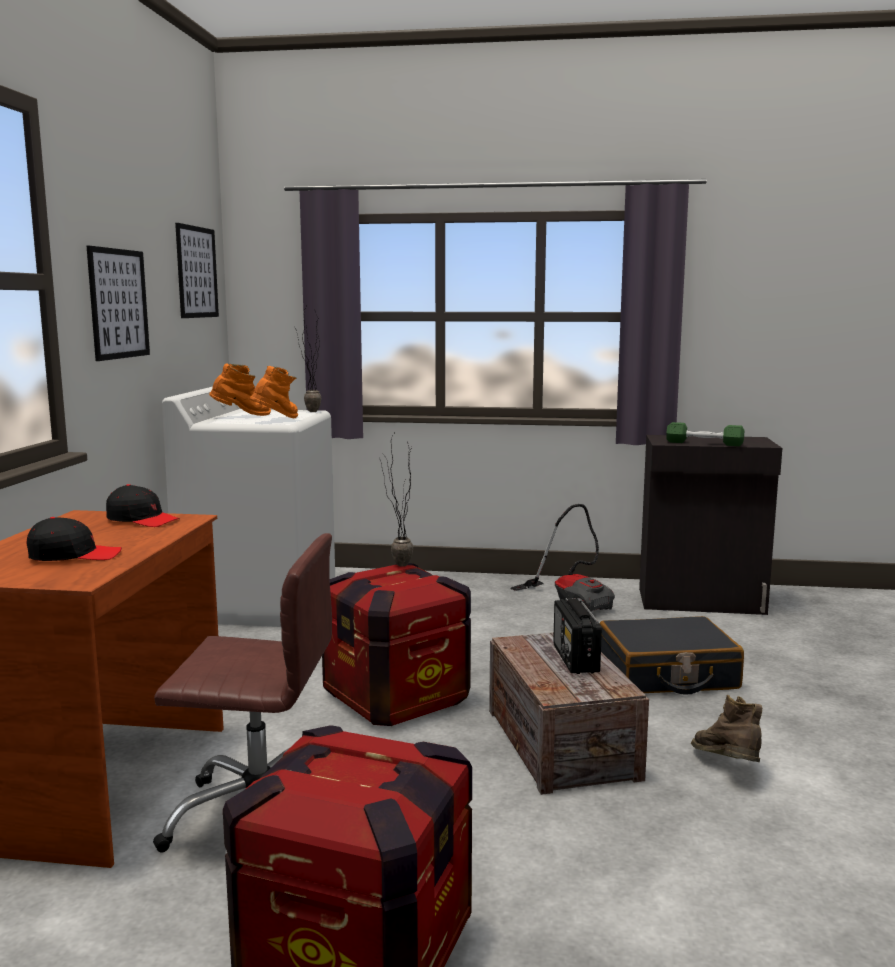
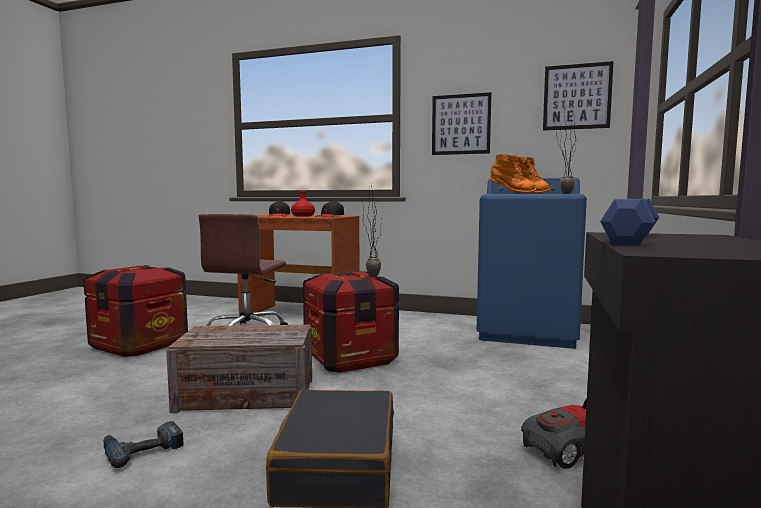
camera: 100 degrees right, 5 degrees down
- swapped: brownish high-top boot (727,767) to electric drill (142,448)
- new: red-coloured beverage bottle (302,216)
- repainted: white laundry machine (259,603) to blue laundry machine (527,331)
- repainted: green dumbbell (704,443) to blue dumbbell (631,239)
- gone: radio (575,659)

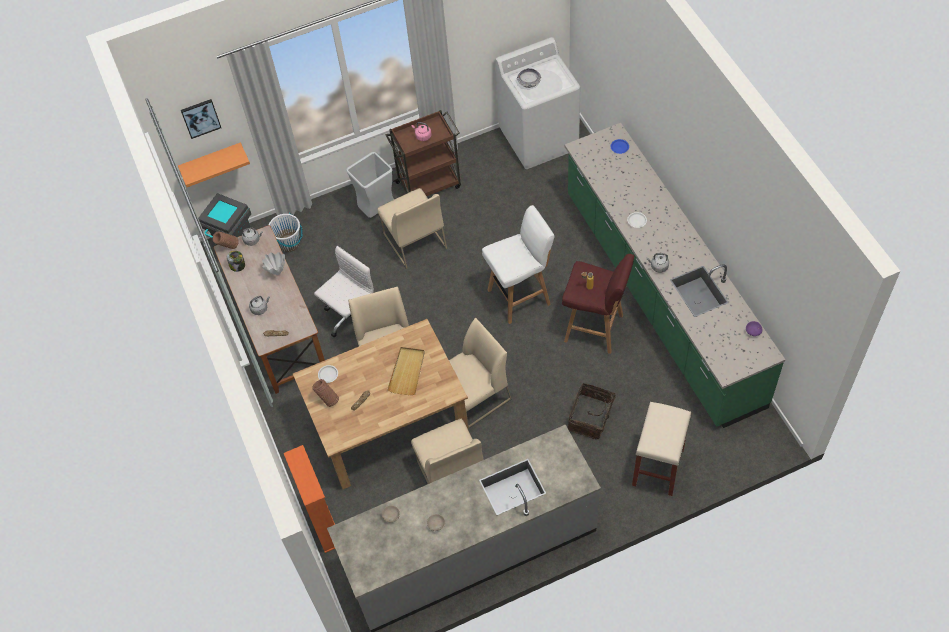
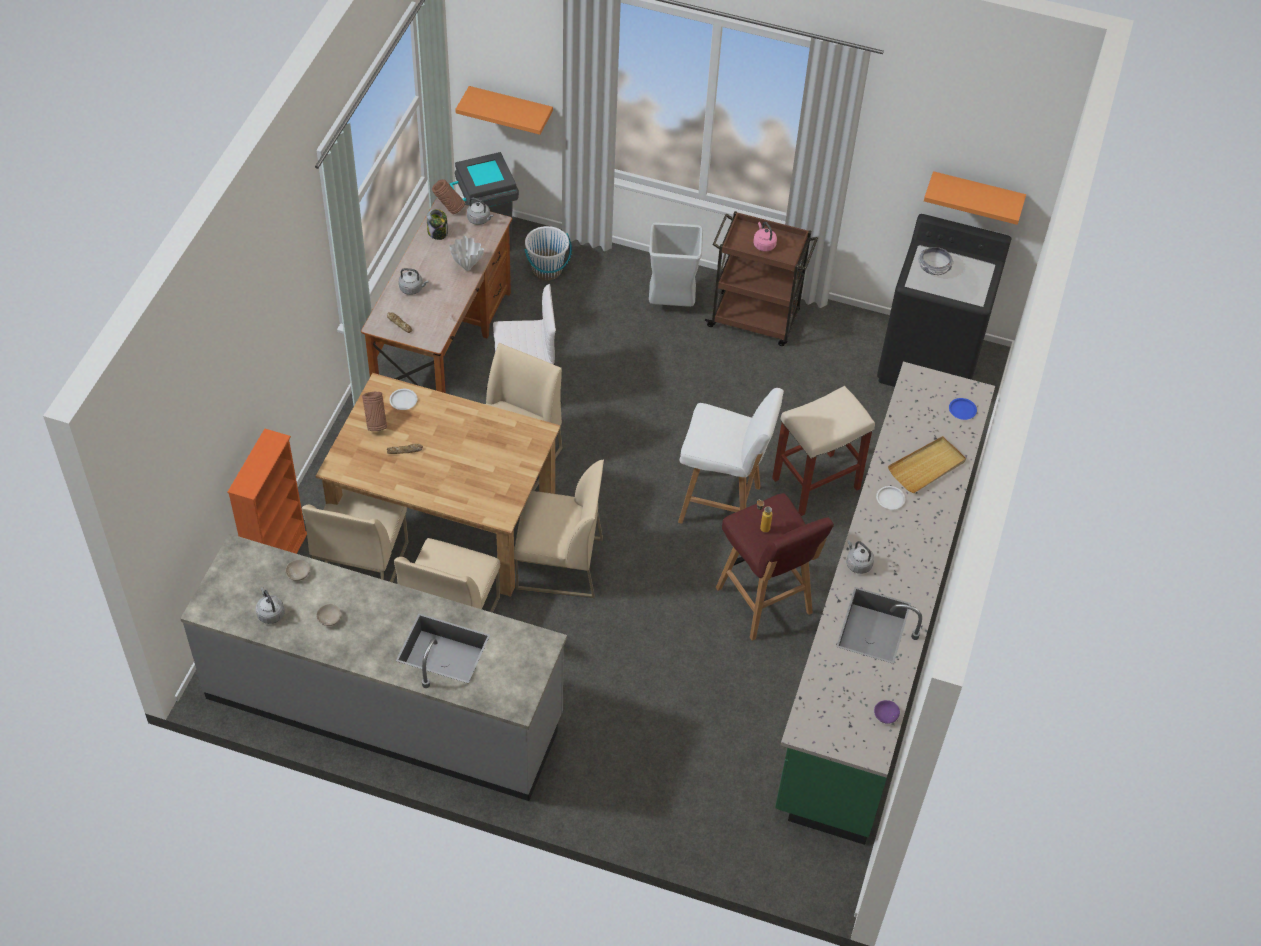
camera: 35 degrees right, 5 degrees down
- new: greyish tea kettle (270,613)
- shifted: beige-coloured plain chair (414,240) to (361,564)
- shifted: beige-coloured stool seat (658,468) to (815,484)
- repainted: white laundry machine (539,139) to black laundry machine (930,362)
- shifted: beige-coloured tray (407,372) to (927,467)
- new: orange-coloured bracket shelf (976,195)
- gone: wall art (200,118)
- gone: household basket (591,418)

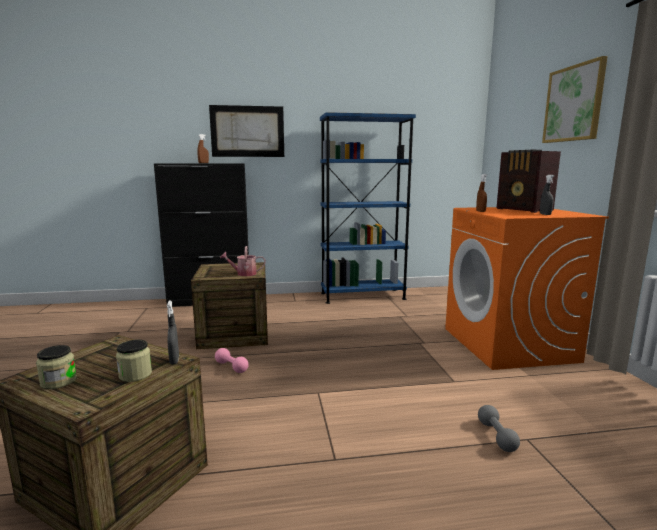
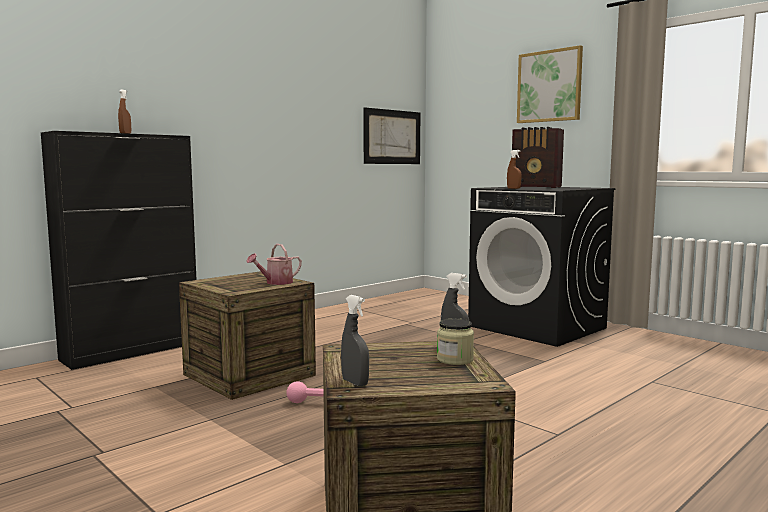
camera: 35 degrees left, 5 degrees down
- shifted: greyish sprayer (545,214) to (355,382)
- shifted: wall art (247,131) to (392,137)
- repainted: orange-coloured laundry machine (509,345) to black laundry machine (538,327)
- gone: jar (58,381)
- gone: blue shelving unit (362,296)
- gone: greyish dumbbell (496,436)

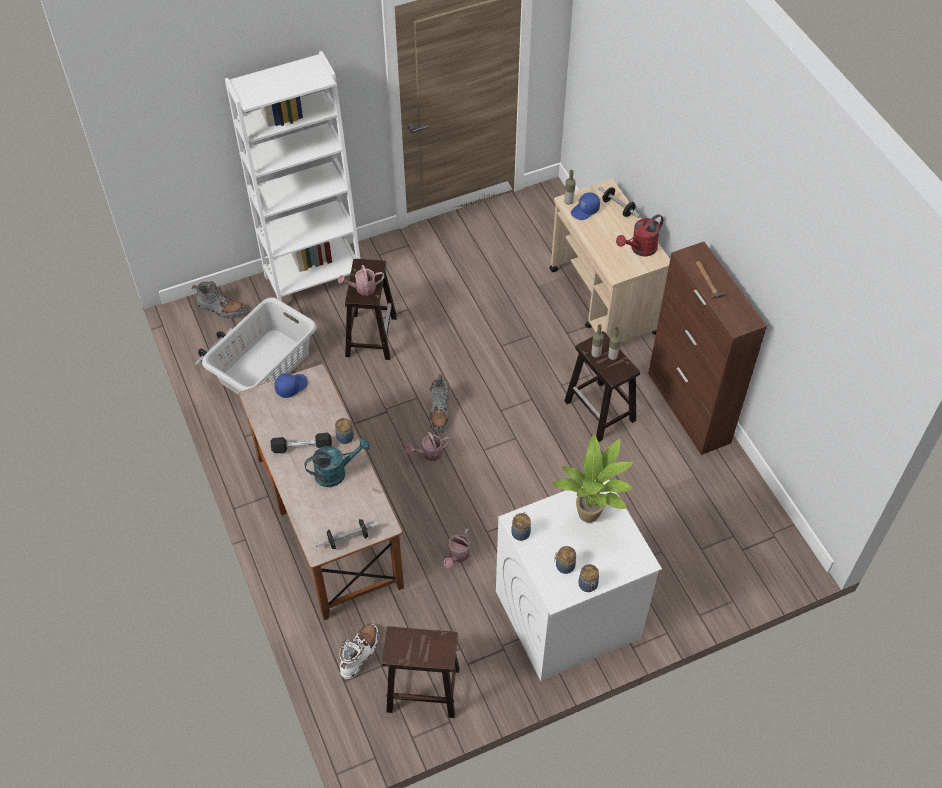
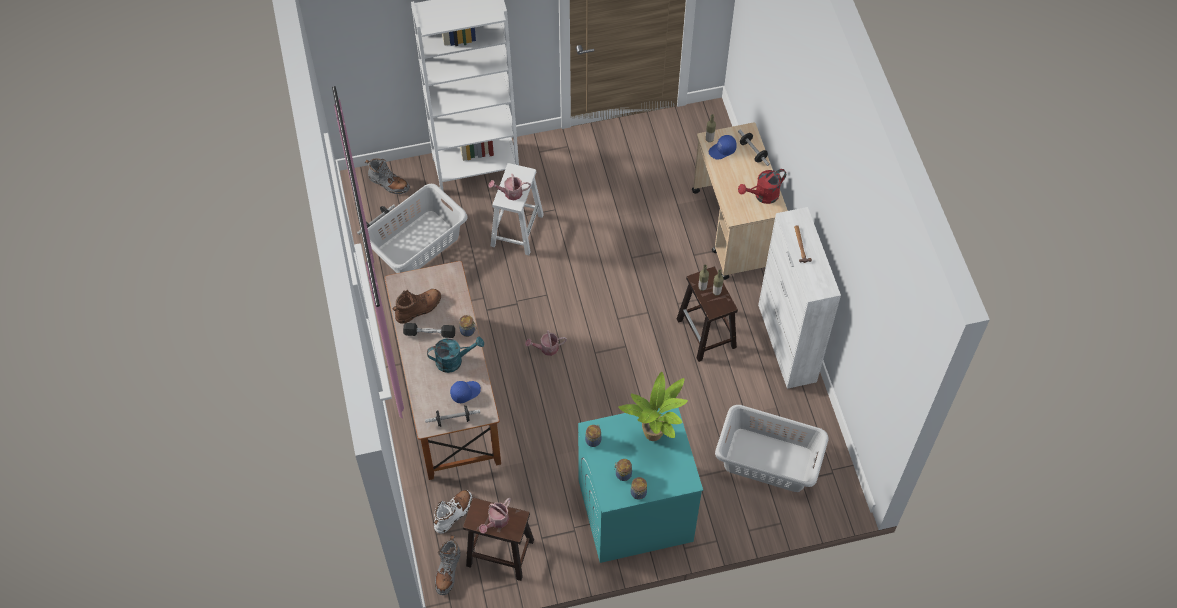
camera: 10 degrees right, 5 degrees up
- new: brownish high-top boot (418,308)
- shifted: greyish high-top boot (440,413) to (448,571)
- shifted: blue peaked cap (291,386) to (465,392)
- shifted: sprinkling can (457,555) to (496,521)
- repainted: brownish stool seat (371,335) to white stool seat (517,229)
- repainted: white laundry machine (567,615) to turquoise laundry machine (634,511)
- new: greyish hamper (768,461)
- repainted: brownish cupboard (689,408) to white cupboard (787,343)

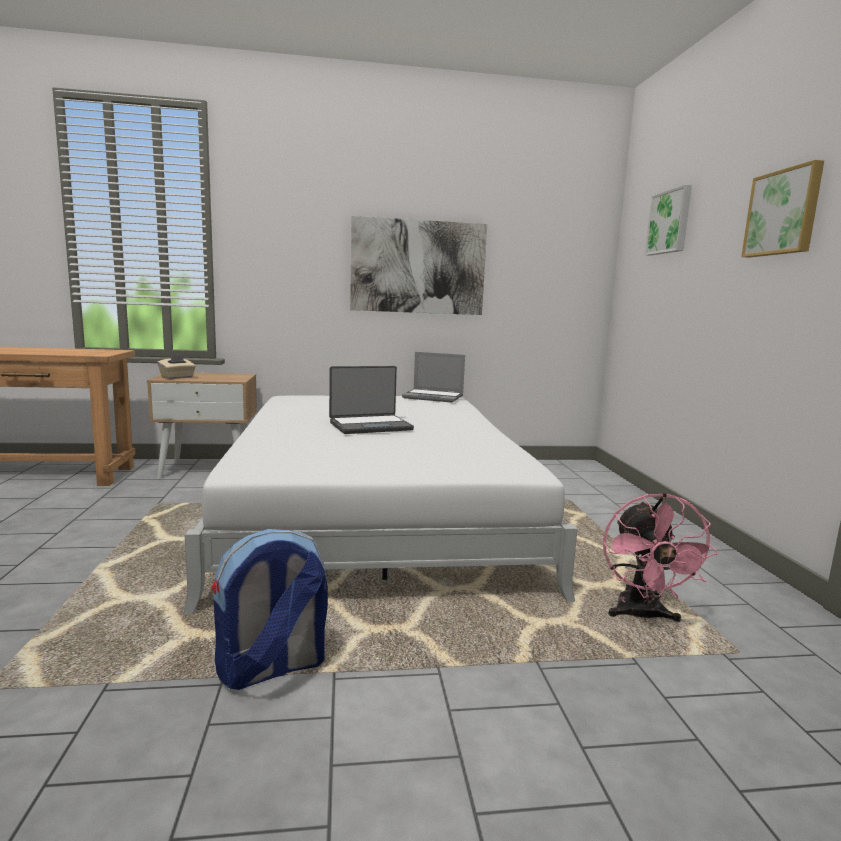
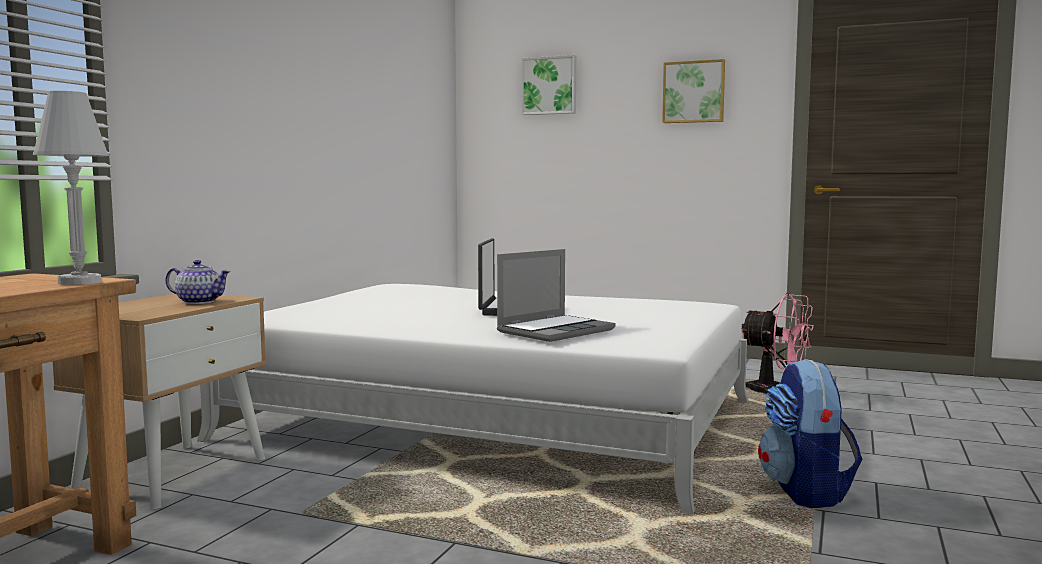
camera: 60 degrees left, 5 degrees down
- new: white table lamp (79,282)
- new: tea pot (199,301)
- shifted: notebook computer (434,397) to (555,330)
- gone: beige-coloured box of tissues (177,377)
- gone: wall art (418,267)

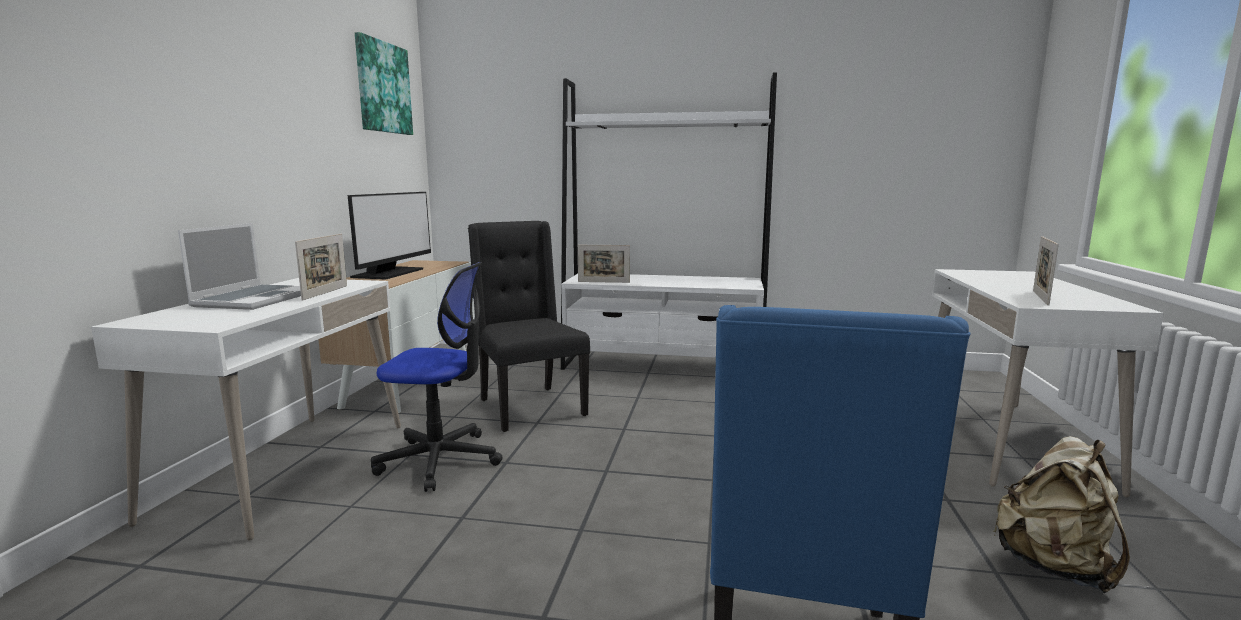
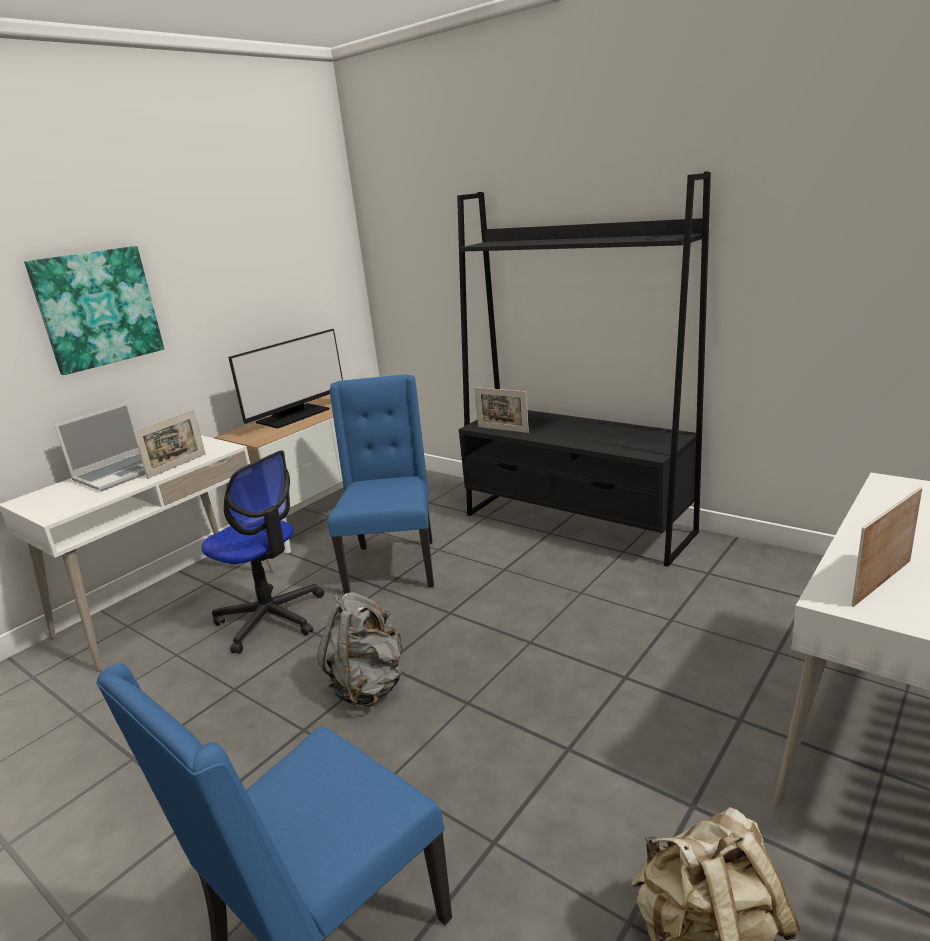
camera: 30 degrees right, 10 degrees up
- shifted: wall art (383,87) to (97,308)
- new: greyish backpack (369,686)
- repainted: black plain chair (529,407) to blue plain chair (393,565)
- repainted: white shelving unit (663,365) to black shelving unit (576,523)

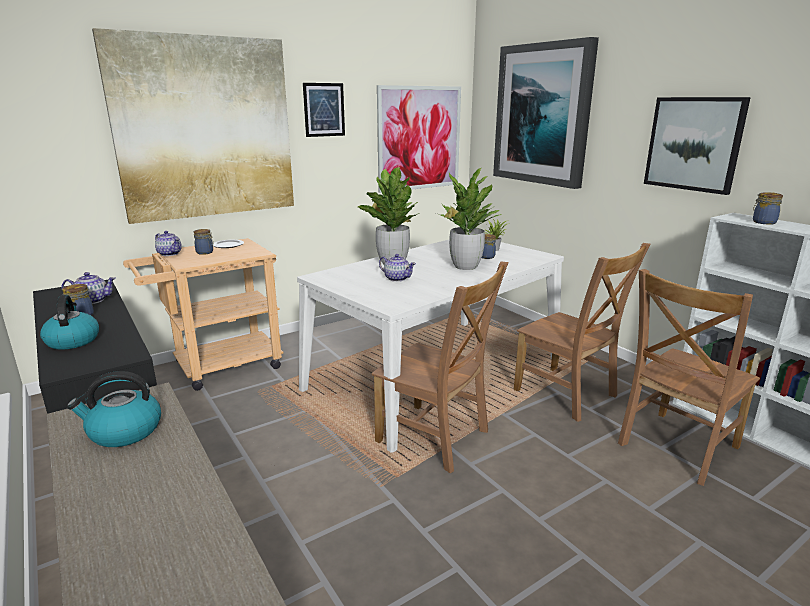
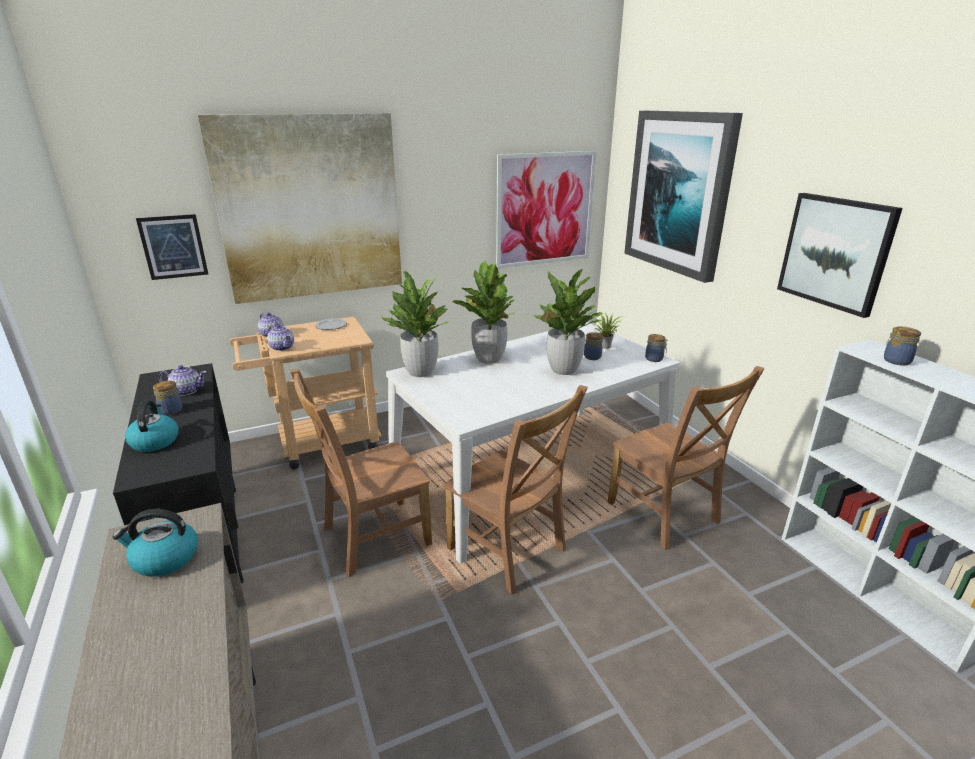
camera: 10 degrees right, 5 degrees up
- shifted: wall art (324,110) to (173,247)
- shifted: tea pot (397,278) to (282,347)
- shifted: brownish plain chair (675,447) to (372,537)
- new: potted plant (421,372)
- shifted: jar (205,252) to (654,359)

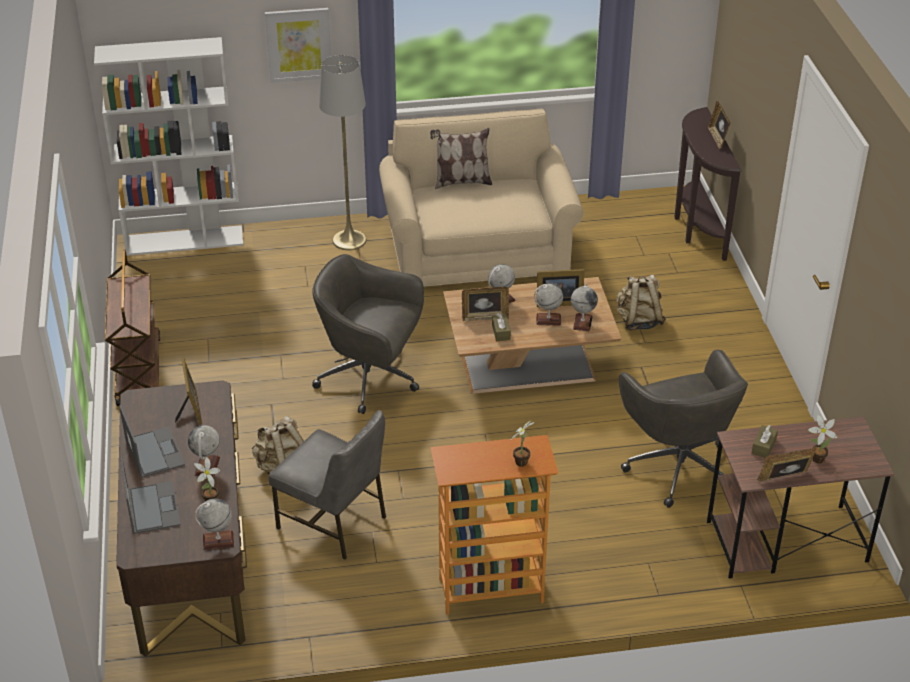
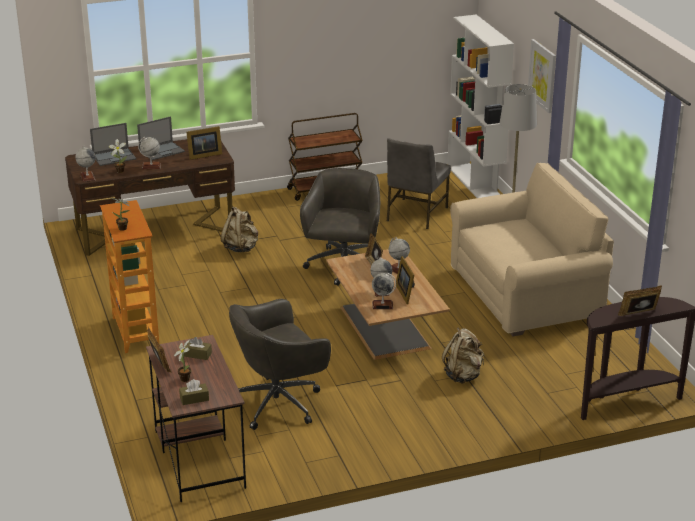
camera: 80 degrees right, 10 degrees down
- shifted: brownish box of tissues (501,332) to (194,399)
- shifted: greyish plain chair (334,522) to (415,214)
- gone: pillow (461,182)

